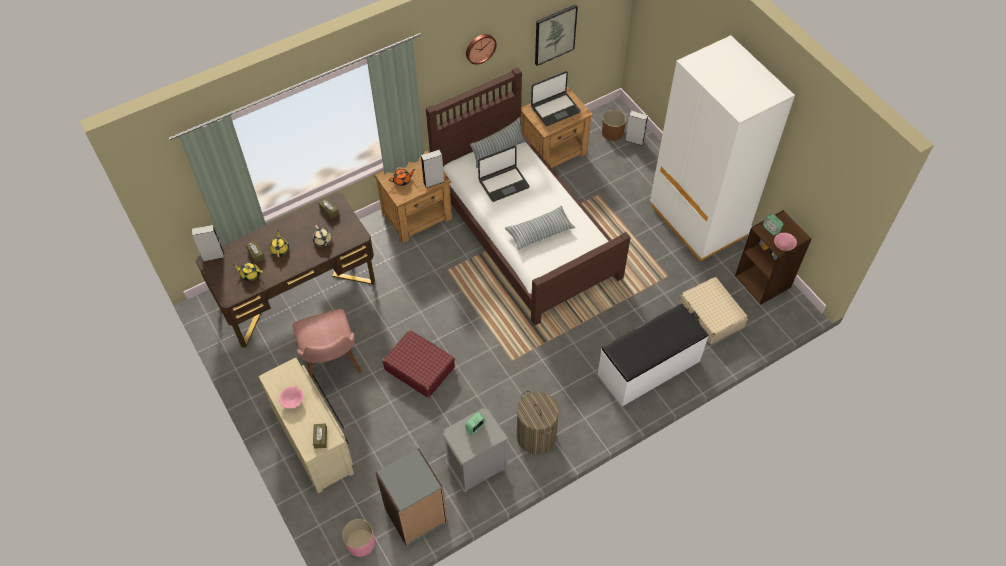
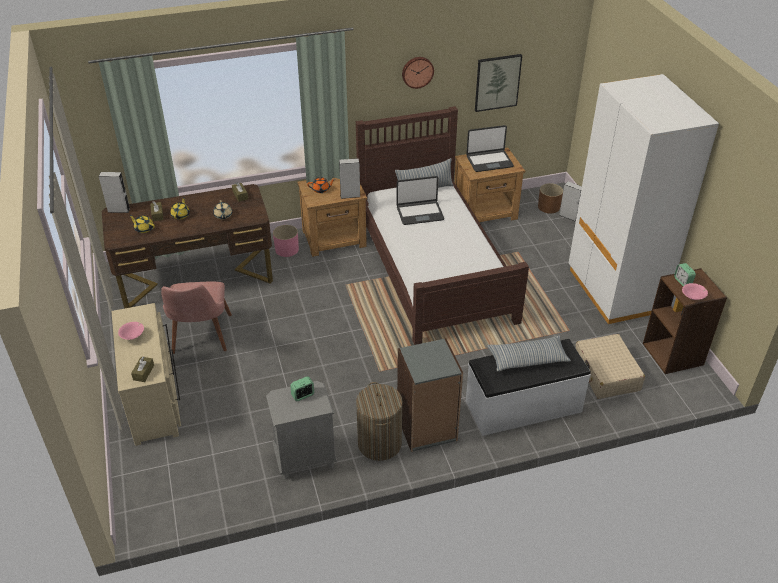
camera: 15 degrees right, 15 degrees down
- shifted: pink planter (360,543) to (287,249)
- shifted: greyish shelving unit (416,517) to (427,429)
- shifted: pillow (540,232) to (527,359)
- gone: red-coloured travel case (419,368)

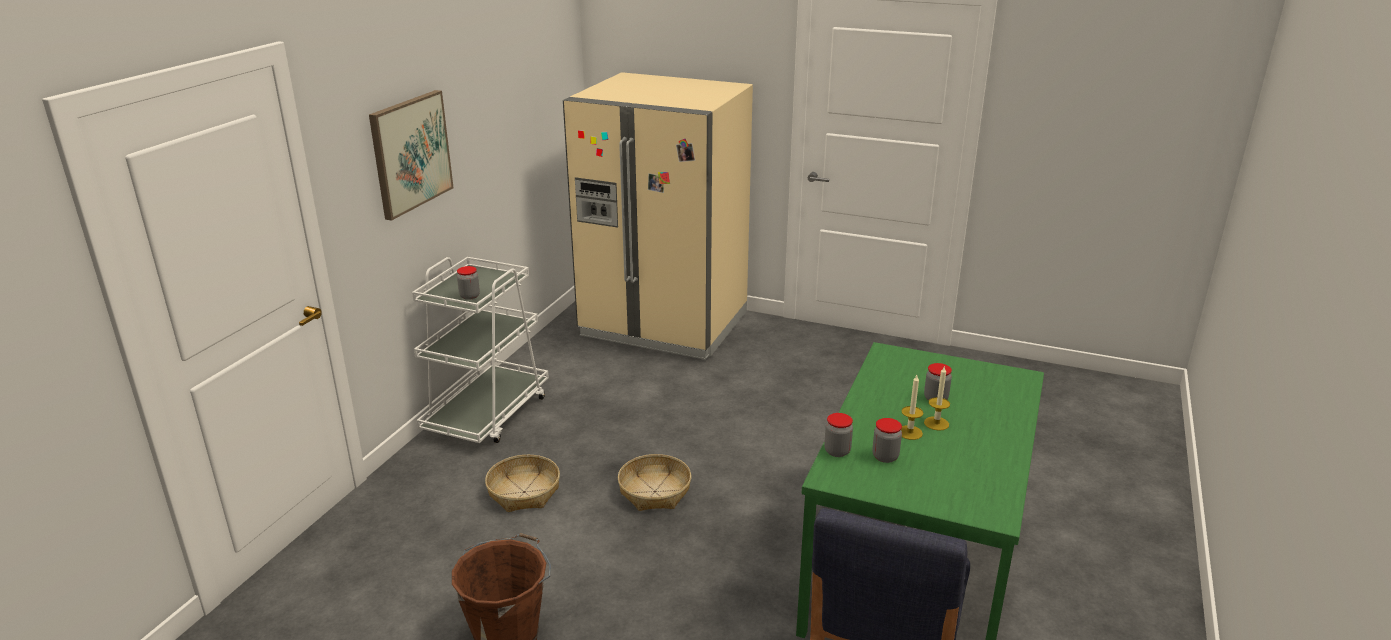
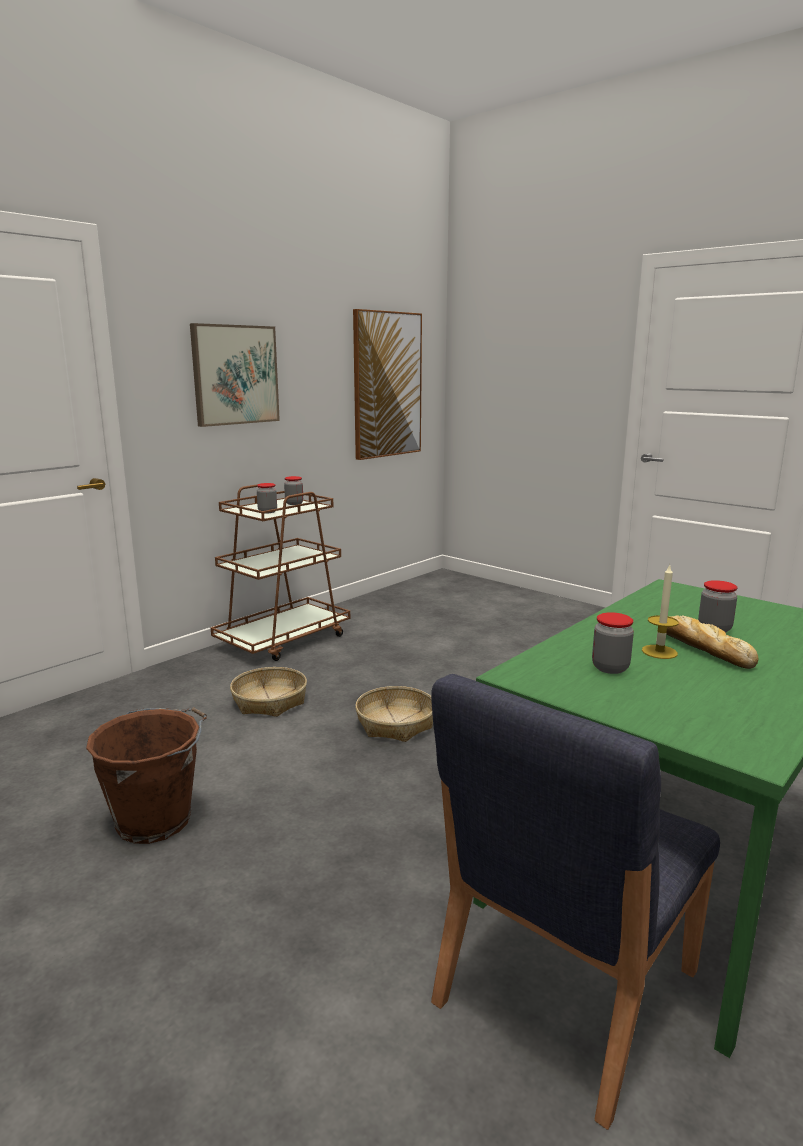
camera: 20 degrees right, 10 degrees down
- repainted: white wheeled cart (487,414) to brownish wheeled cart (284,639)
- shifted: jar (837,451) to (294,503)
- new: wall art (387,385)
- swapped: wax candle (936,423) to baked bread (703,649)
- gone: beige-coloured fridge (664,324)

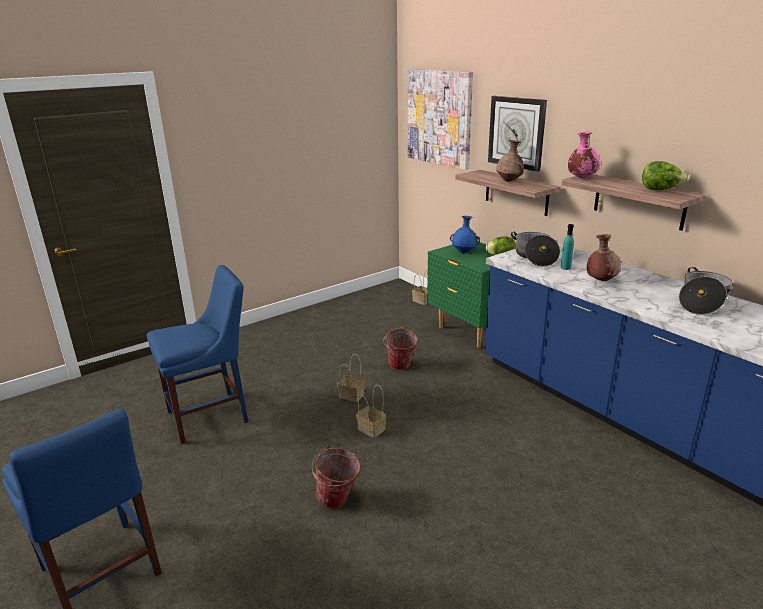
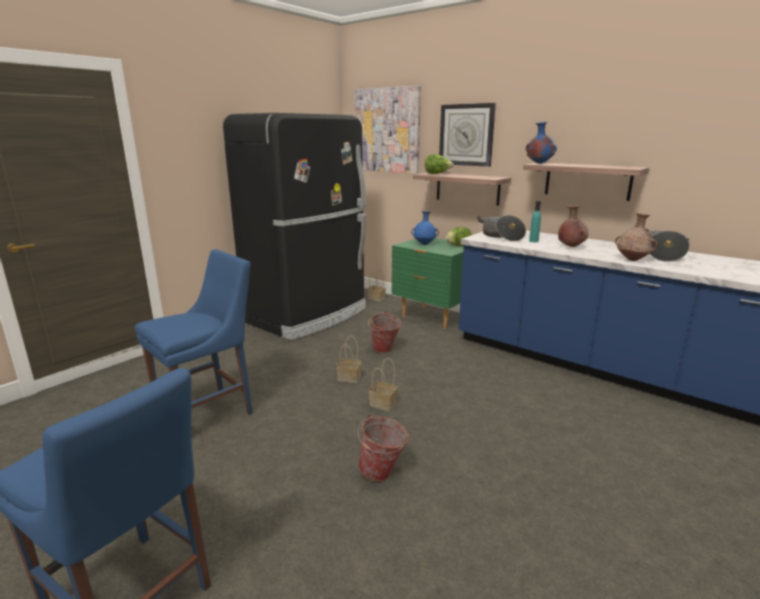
camera: 15 degrees left, 5 degrees down
- new: black fridge (308,316)
- shifted: lettuce head (660,190) to (437,174)
- repainted: pink vase (581,178) to blue vase (538,163)
- shifted: brownish vase (509,181) to (633,260)

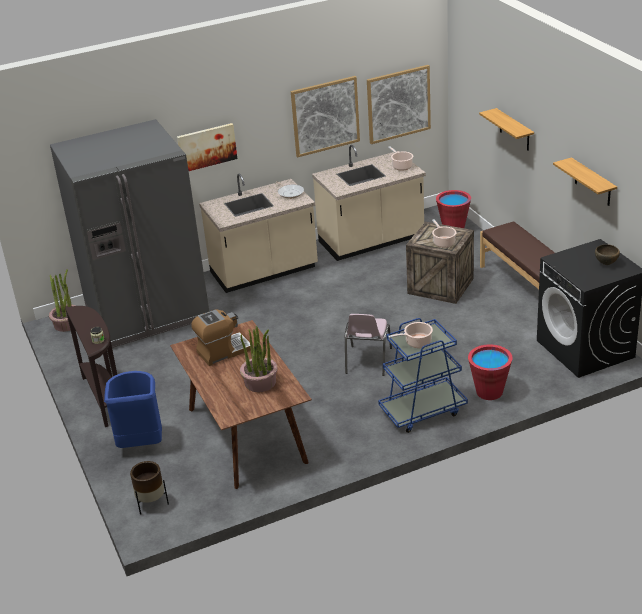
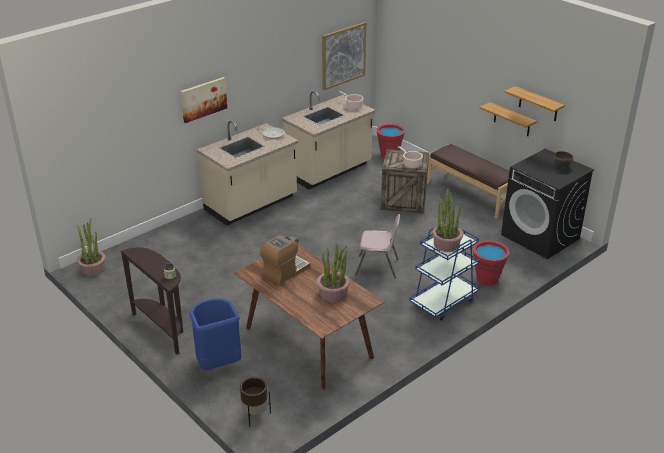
camera: 20 degrees left, 0 degrees up
- rotated: pink plain chair (367,361) = (377,267) 75 degrees counterclockwise
- swapped: stockpot (416,342) to potted plant (446,244)
- shifted: bracket shelf (514,130) to (512,120)
- gone: greyish fridge (147,313)
- gone: wall art (325,116)

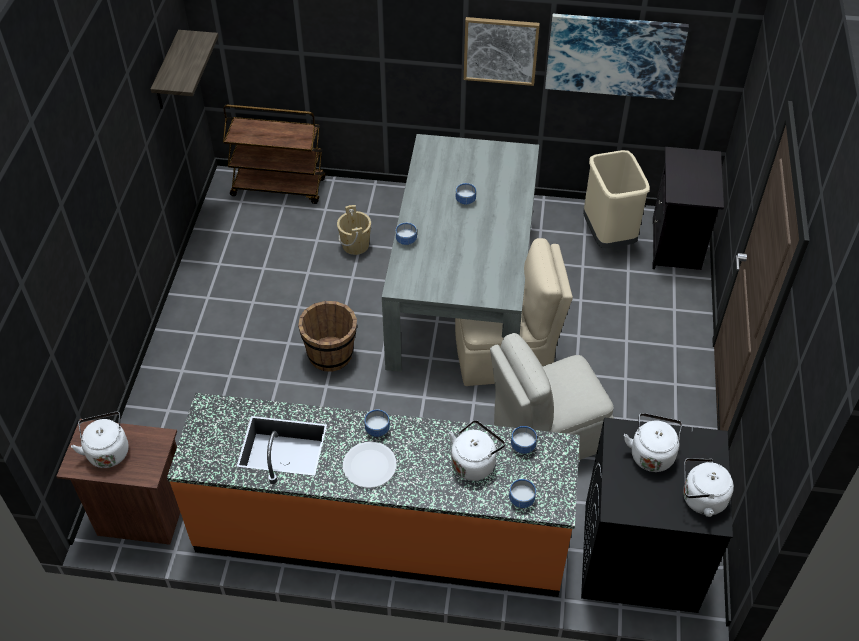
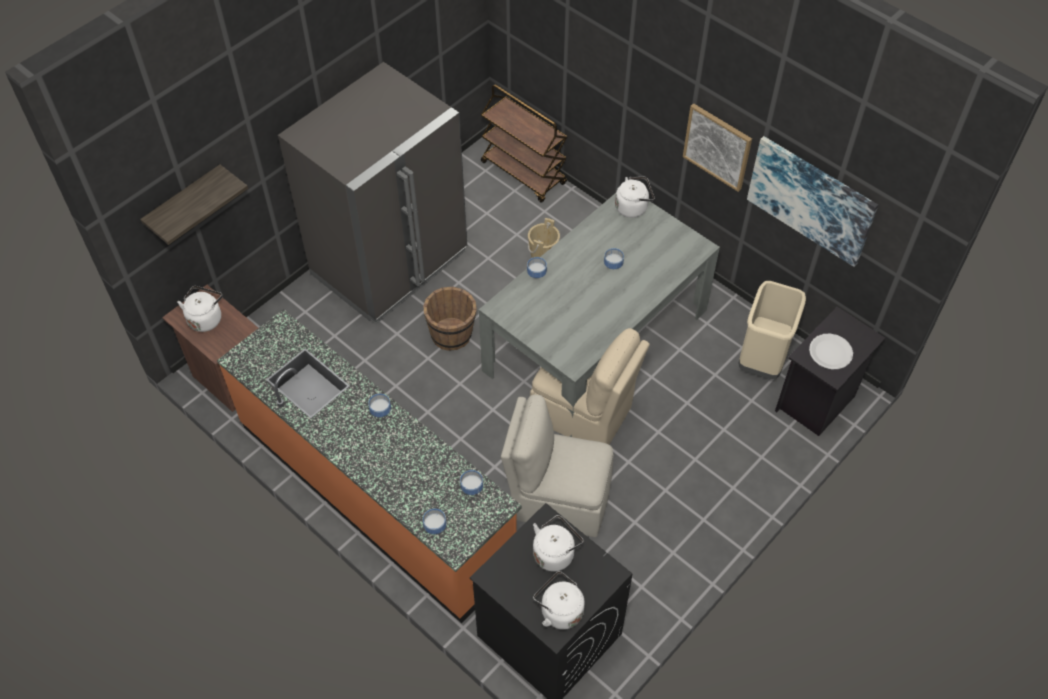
camera: 35 degrees right, 5 degrees up
- shifted: bracket shelf (167,72) to (184,203)
- new: greyish fridge (390,263)
- shifted: white tea kettle (474,462) to (633,207)
- shifted: white dinner plate (369,466) to (830,352)

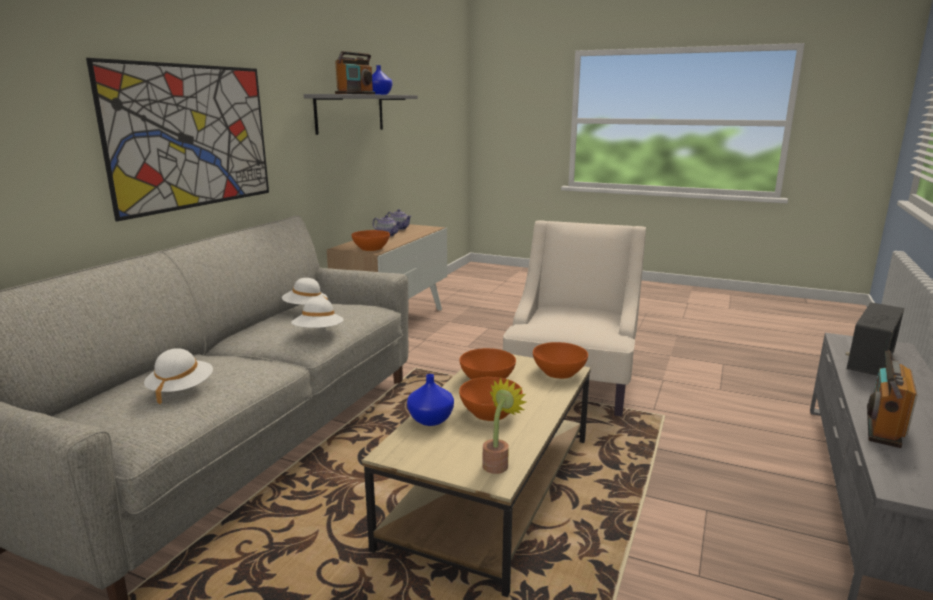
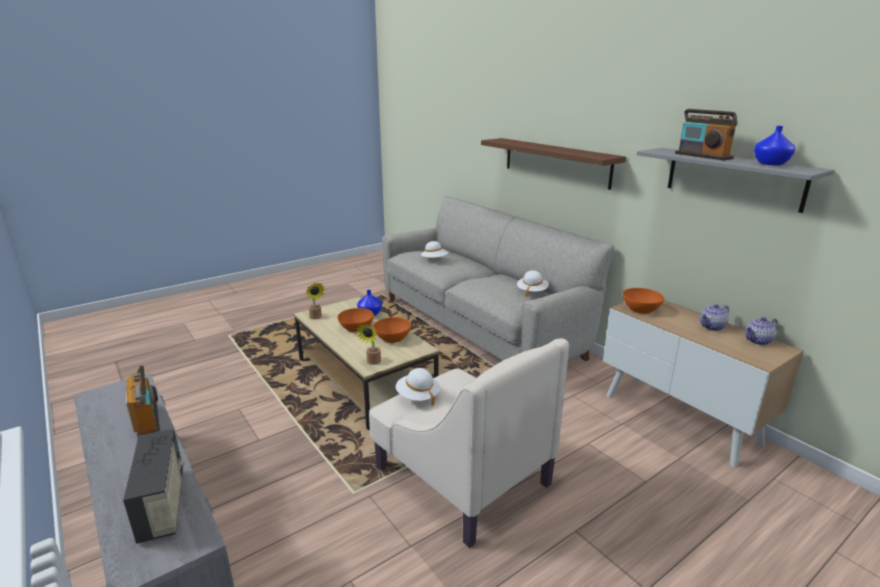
camera: 120 degrees right, 5 degrees up
- swapped: orange-coloured serving bowl (558,372) to potted plant (372,362)
- shifted: white clothing hat (318,333) to (418,396)
- swapped: wall art (192,136) to brownish bracket shelf (555,162)

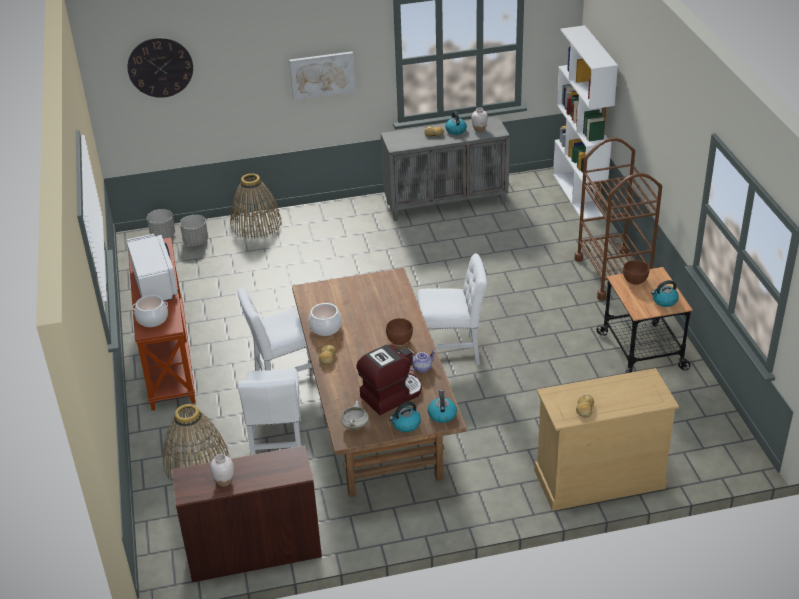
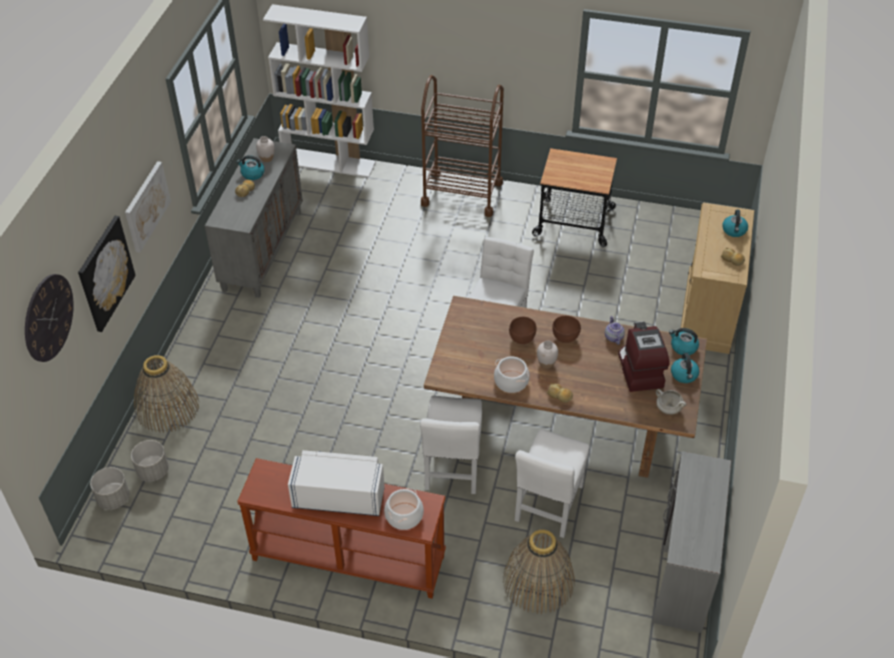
camera: 65 degrees left, 10 degrees up
- new: wall art (105,273)
- shifted: brownish serving bowl (634,281) to (522,339)
- rotated: white plain chair (278,444) = (548,507) 90 degrees clockwise
- shifted: white vase (224,481) to (546,364)
- repainted: brownish desk (253,550) to greyish desk (682,571)
- shifted: tea kettle (664,301) to (734,230)

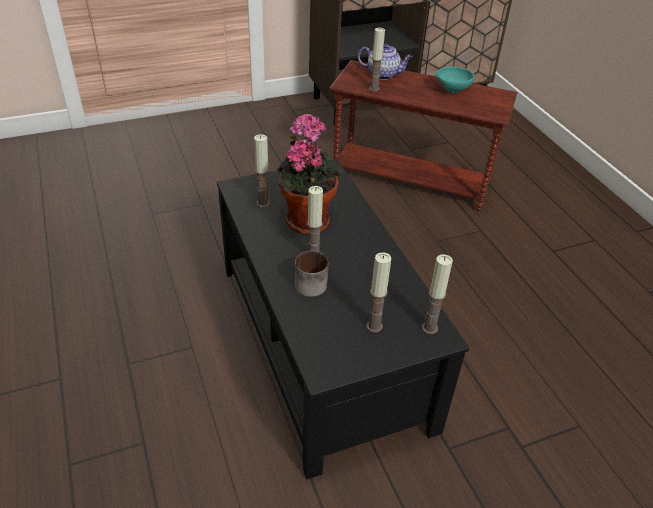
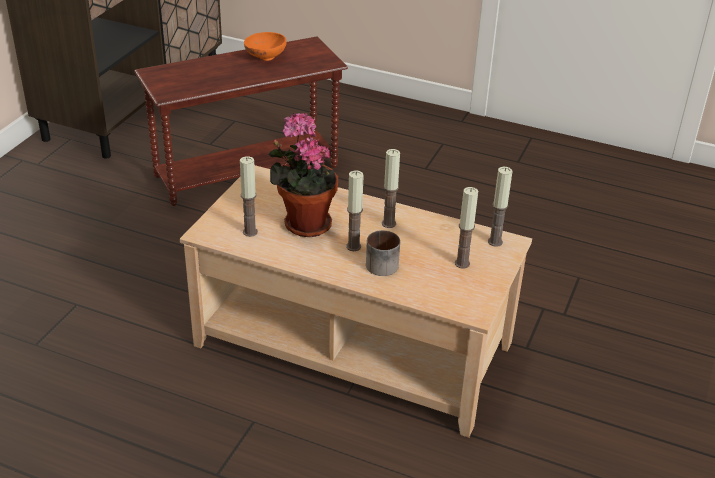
camera: 45 degrees left, 5 degrees down
- repainted: black low table (319,344) to beige-coloured low table (352,345)
- repainted: turquoise serving bowl (452,89) to orange-coloured serving bowl (265,56)
- shifted: wax candle (374,88) to (388,223)
- gone: tea pot (383,74)

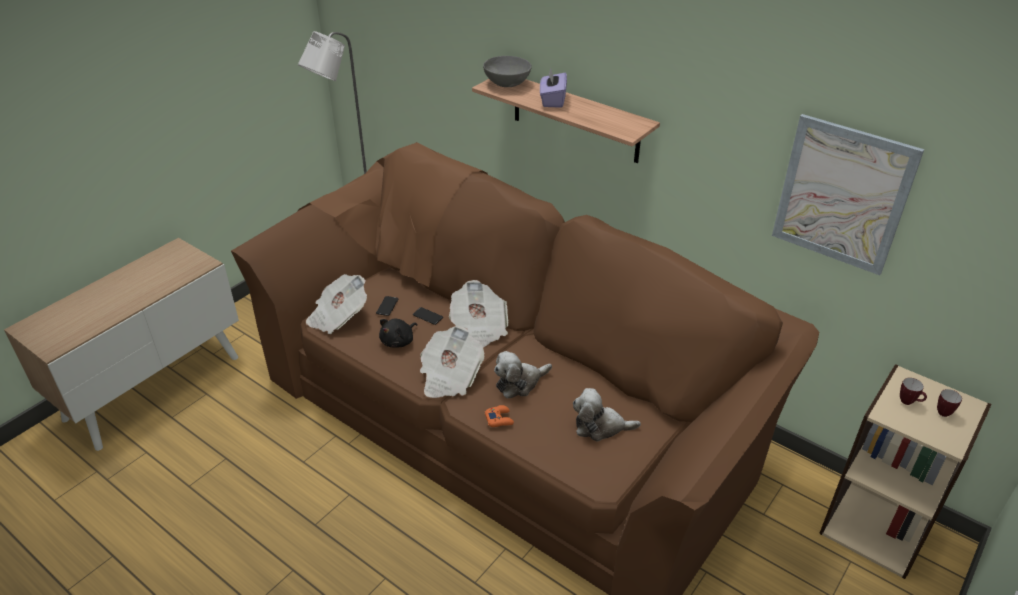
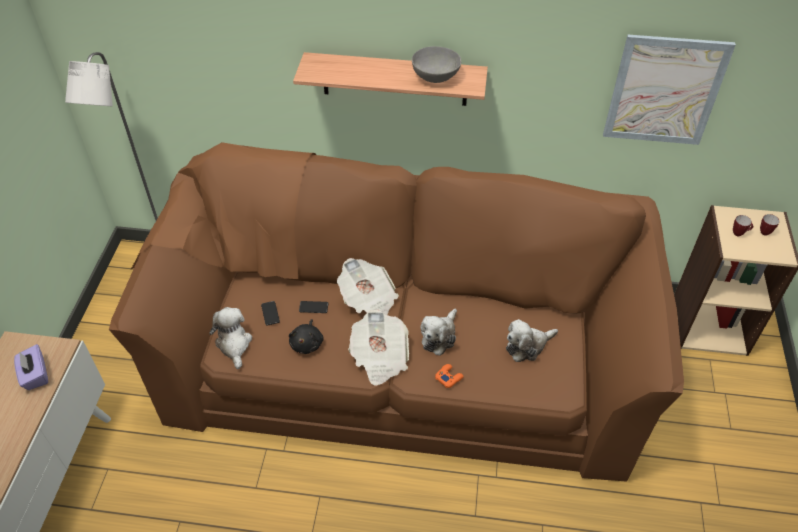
camera: 30 degrees left, 10 degrees up
- shifted: purplish box of tissues (552,100) to (35,375)
- swapped: printed paper (338,317) to cuddly toy (234,344)
- shifted: greyish serving bowl (507,83) to (435,76)

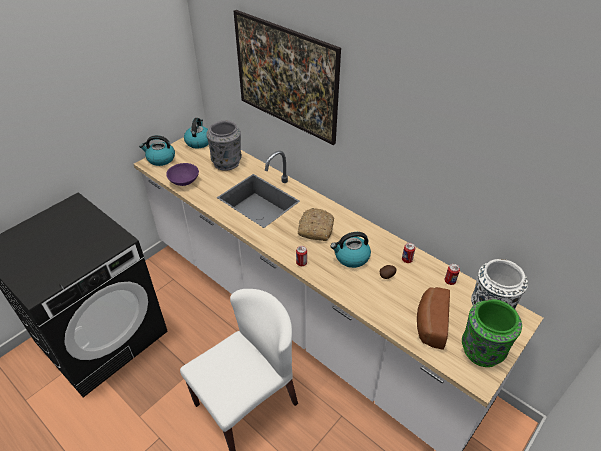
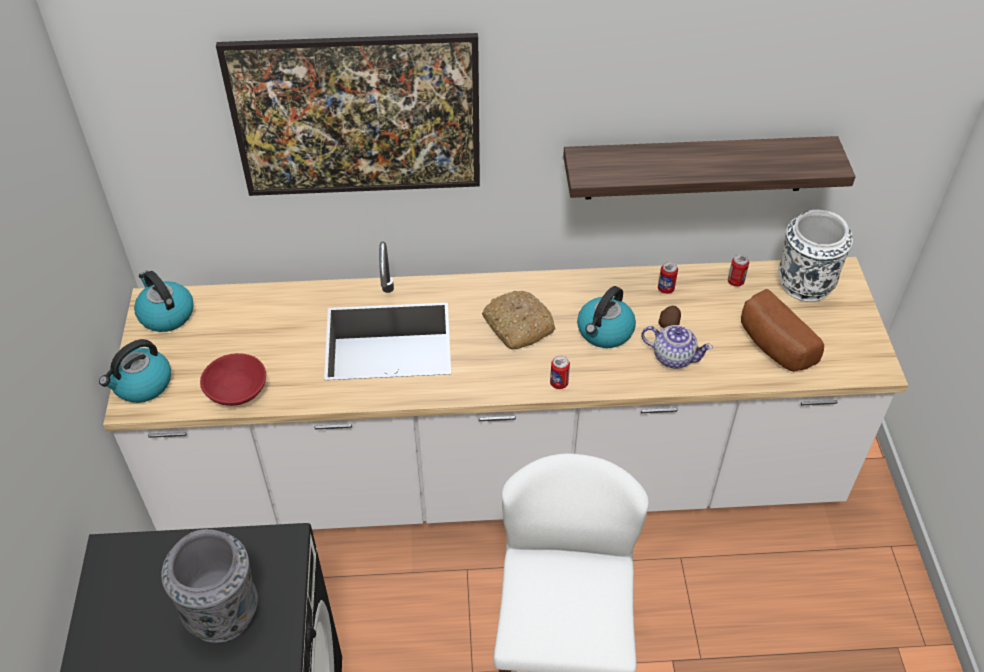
camera: 45 degrees left, 5 degrees up
- shifted: greyish vase (227,162) to (222,611)
- repainted: purplish serving bowl (184,181) to red-coloured serving bowl (237,391)
- new: bracket shelf (696,167)
- new: tea pot (673,357)
- gone: green vase (481,351)

